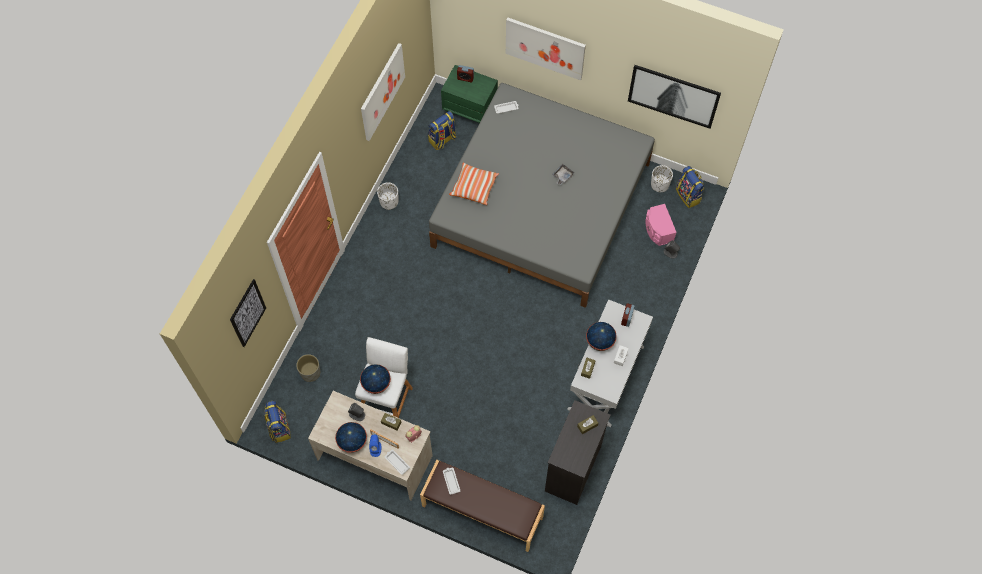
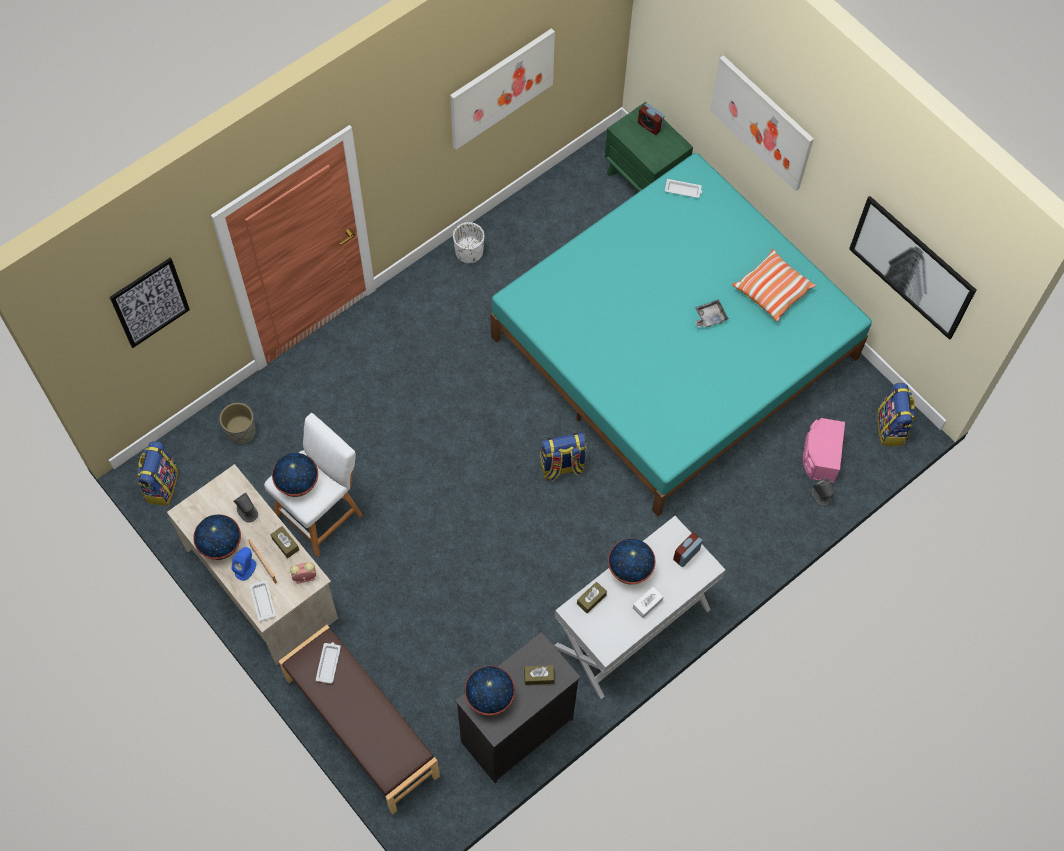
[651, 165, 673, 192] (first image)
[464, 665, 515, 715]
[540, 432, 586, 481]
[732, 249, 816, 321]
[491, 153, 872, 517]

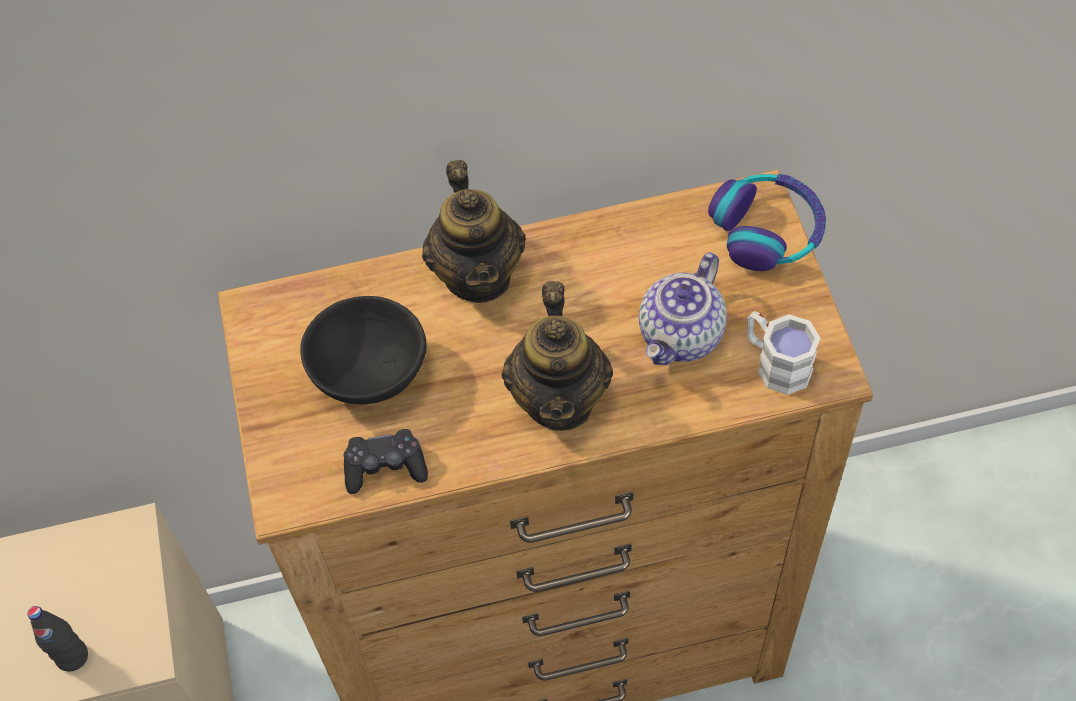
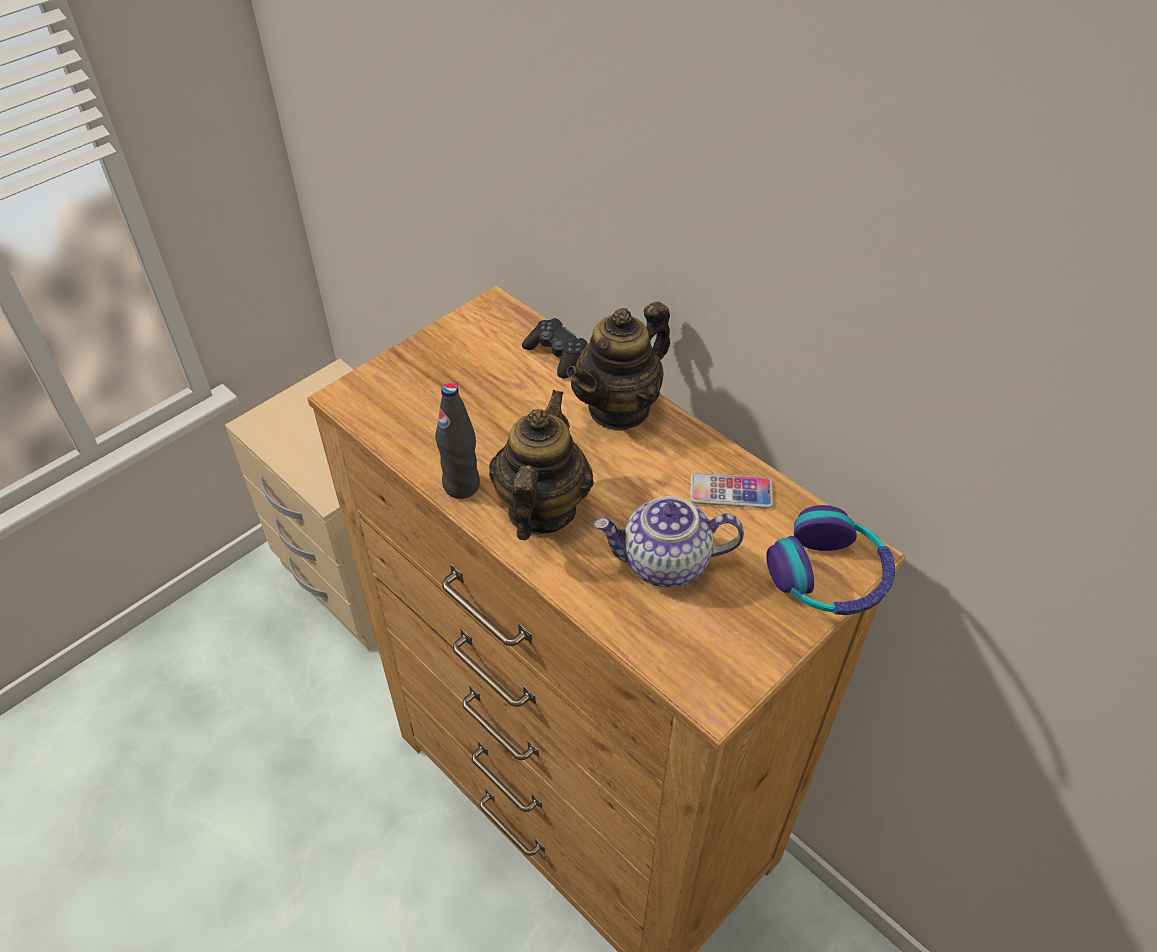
[300, 296, 427, 404] (first image)
[747, 311, 820, 395] (first image)
[690, 473, 773, 508]
[435, 383, 480, 499]
[522, 318, 588, 379]
[489, 390, 594, 540]

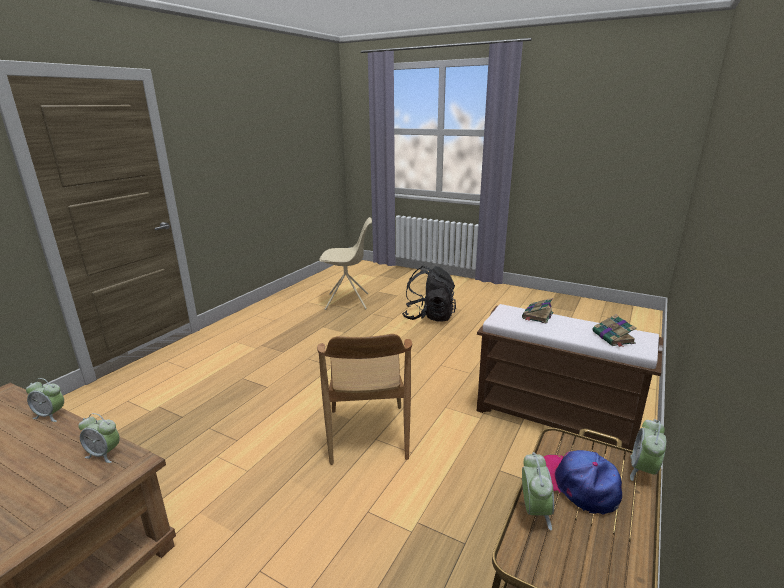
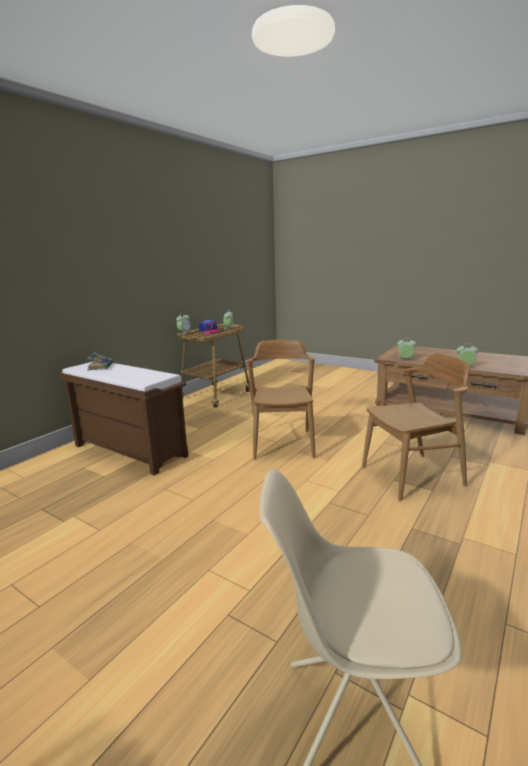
[402, 266, 456, 322] (first image)
[522, 298, 553, 324] (first image)
[362, 353, 470, 501]

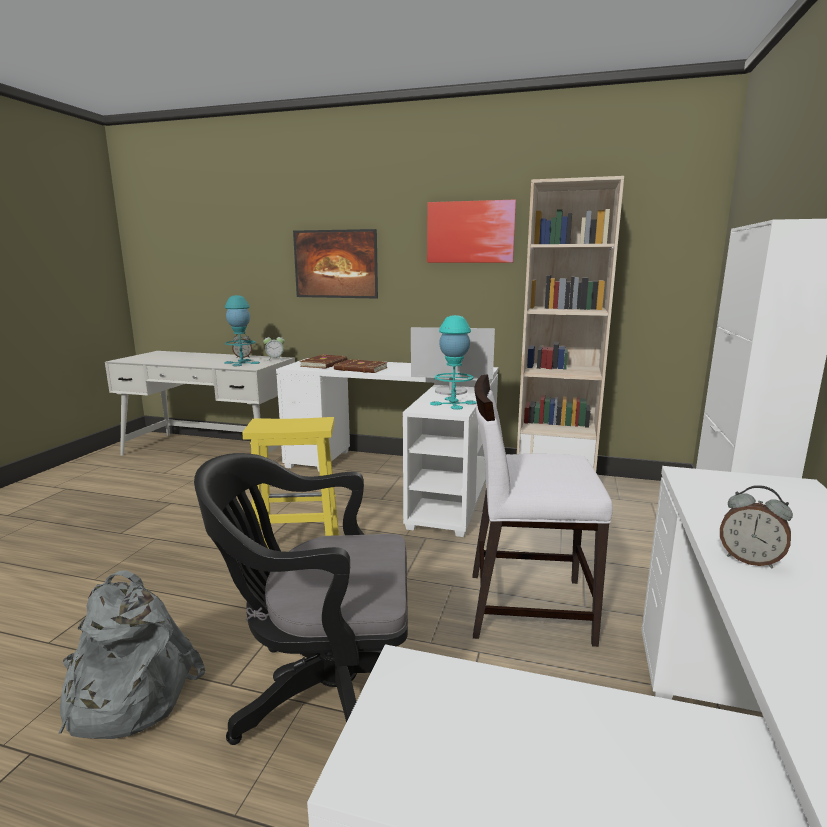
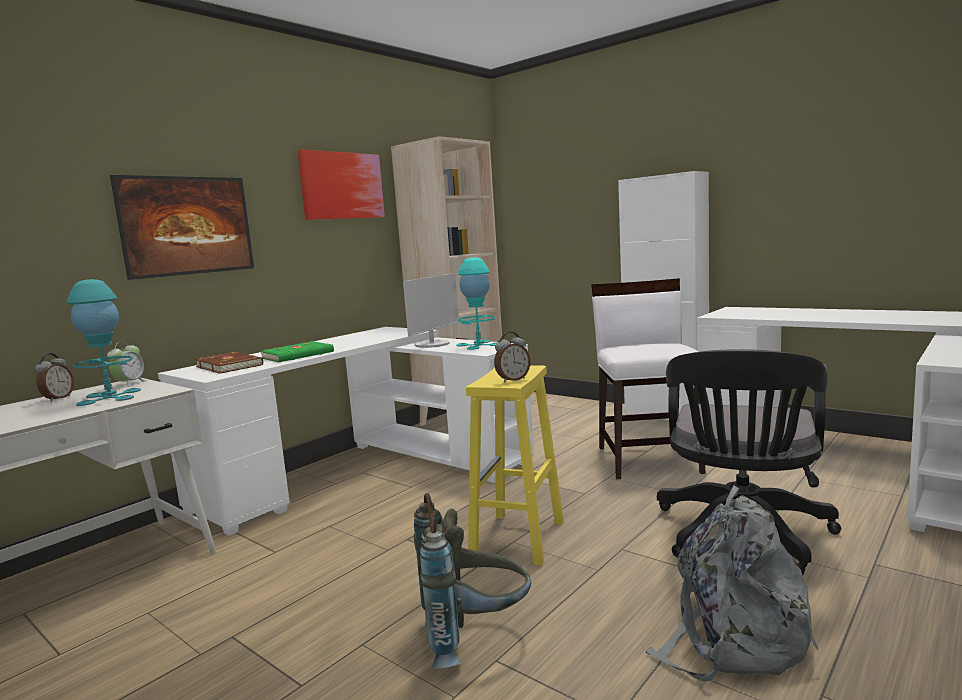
[414, 493, 531, 669]
[494, 332, 531, 382]
[260, 341, 334, 362]
[591, 278, 705, 479]

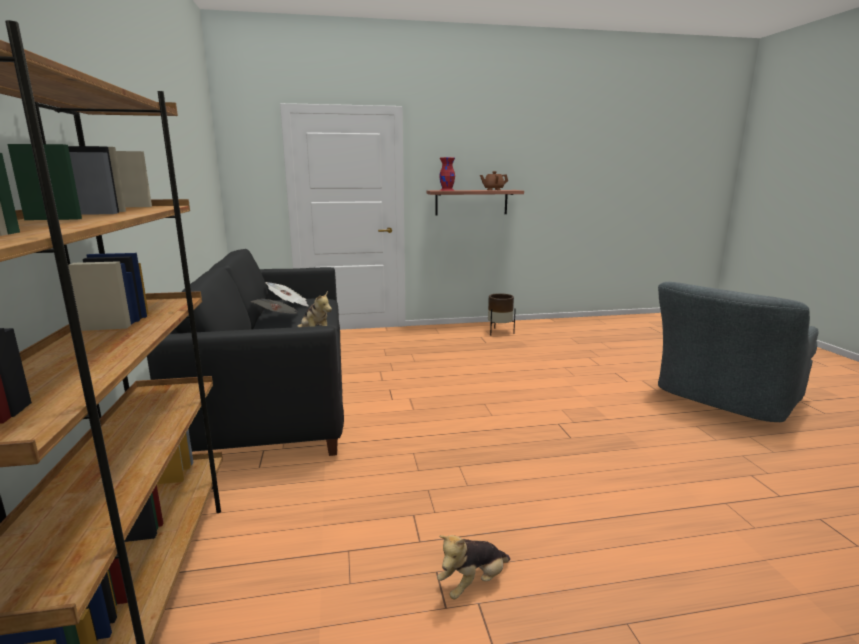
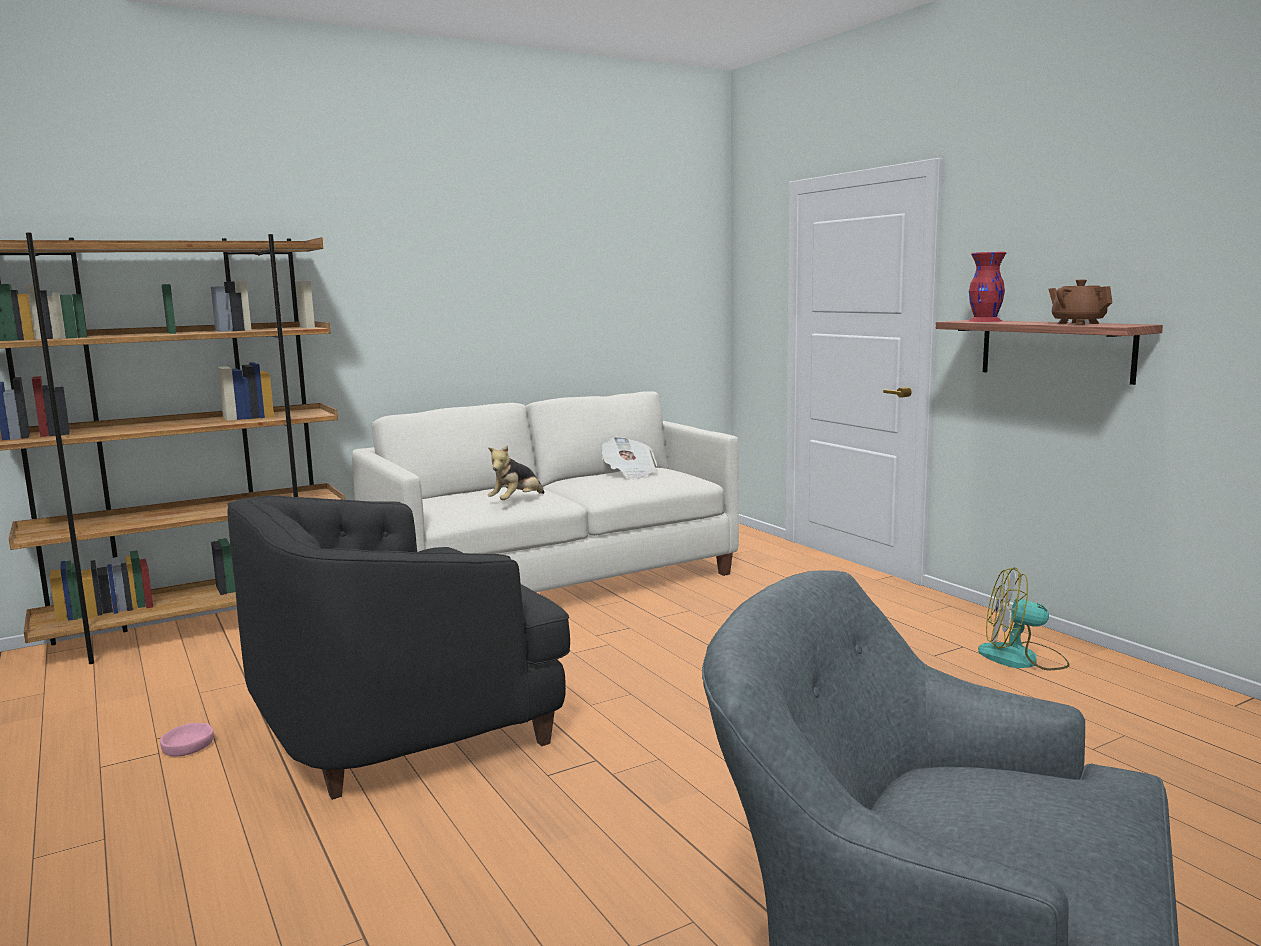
[251, 299, 296, 314] (first image)
[227, 496, 570, 800]
[160, 723, 214, 756]
[978, 567, 1070, 671]
[352, 391, 739, 592]

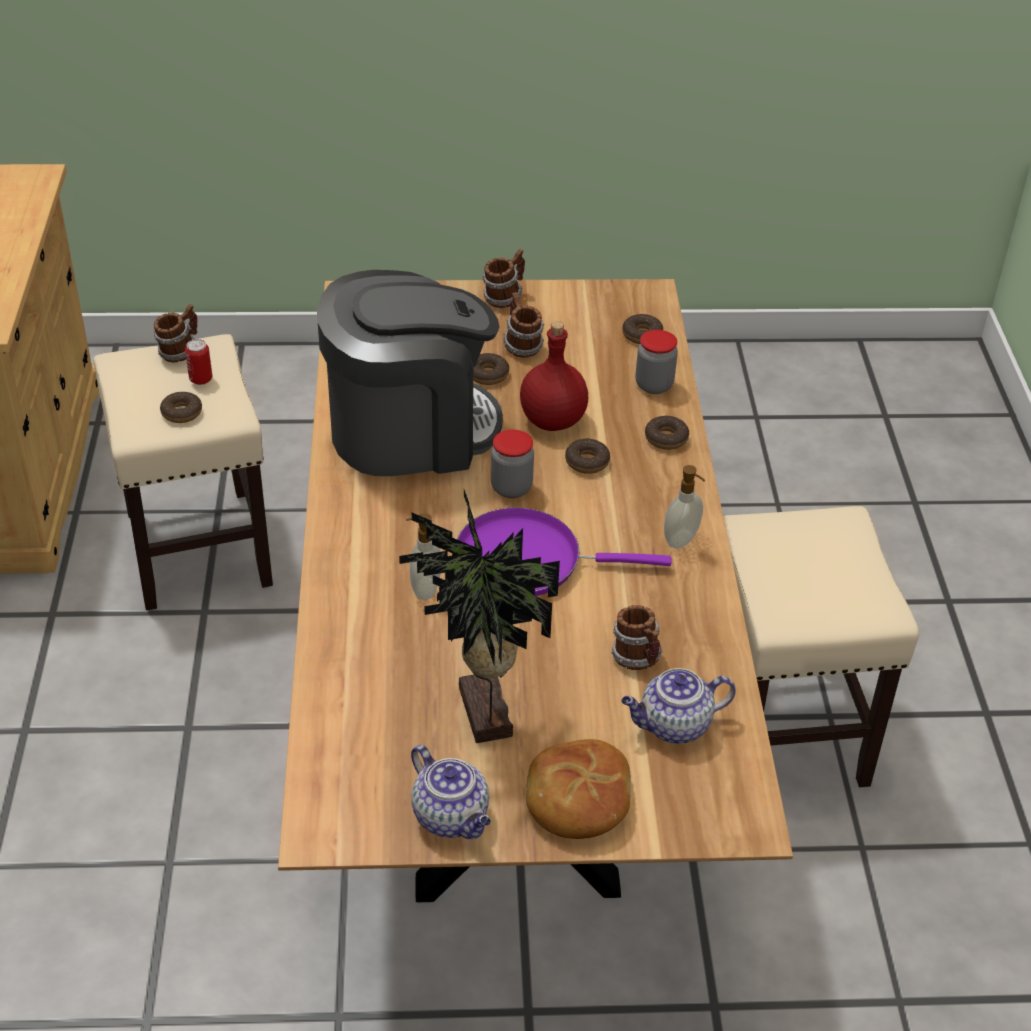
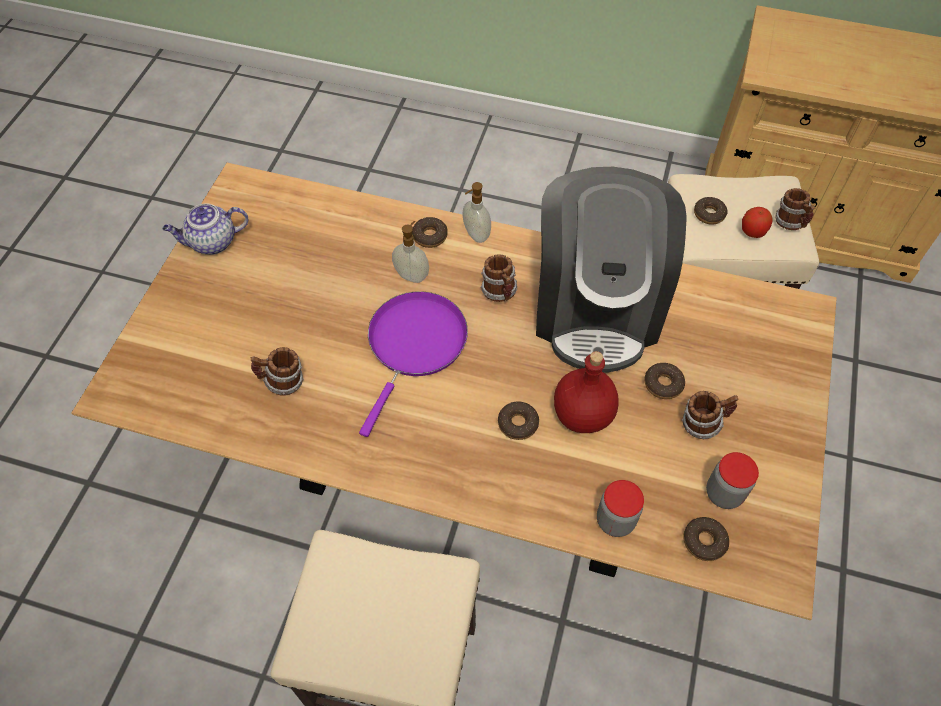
[399, 490, 560, 743] (first image)
[526, 739, 631, 839] (first image)
[621, 668, 736, 744] (first image)
[481, 254, 517, 302]
[706, 452, 759, 509]
[412, 217, 448, 248]
[463, 182, 491, 243]
[742, 207, 773, 238]

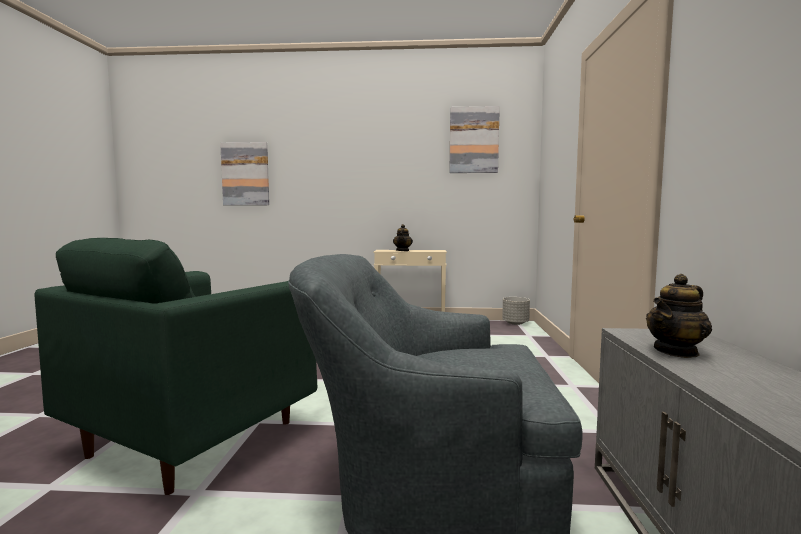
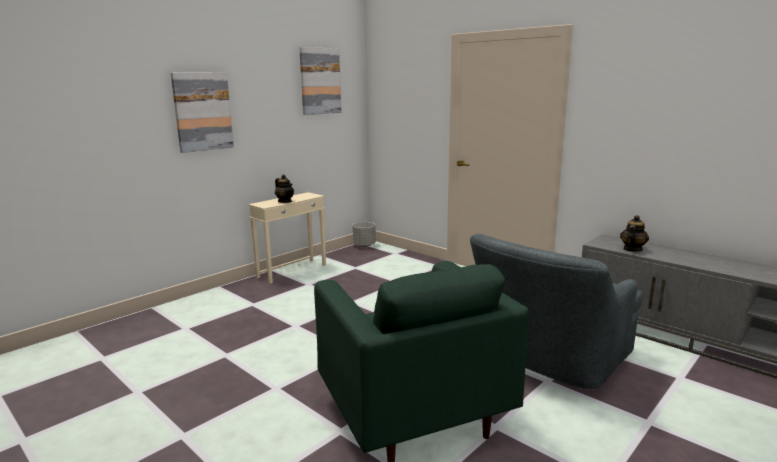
[171, 72, 234, 153]
[620, 215, 649, 252]

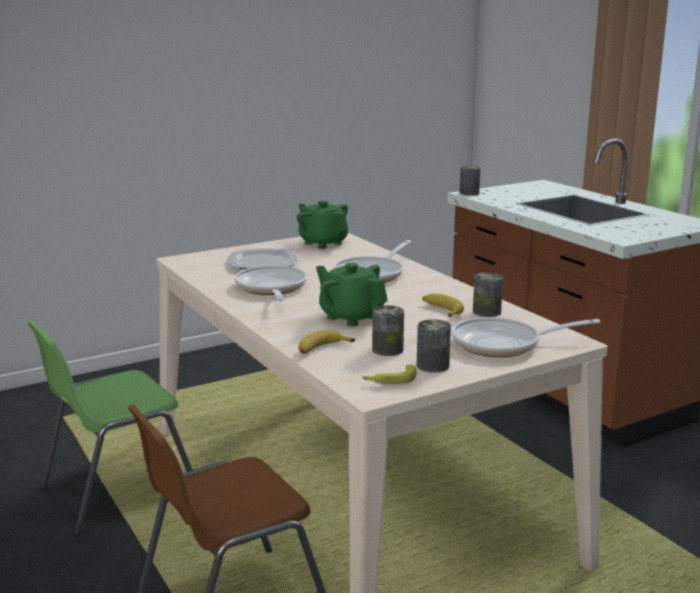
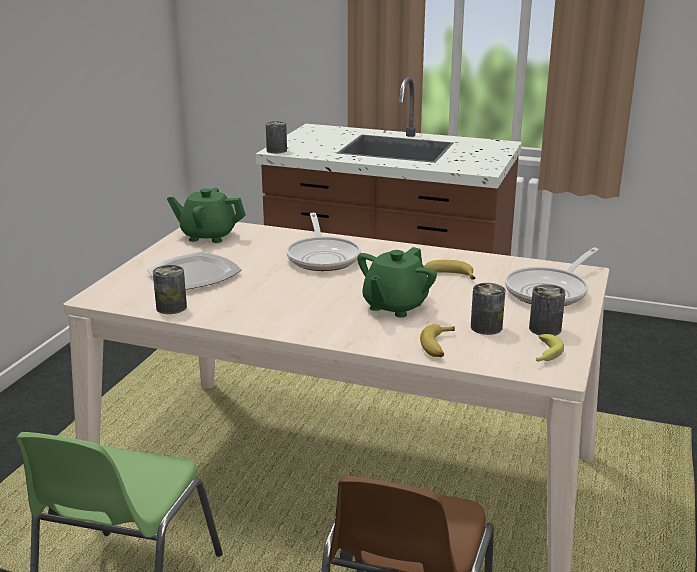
[235, 265, 307, 301] (first image)
[153, 265, 187, 314]
[357, 247, 437, 318]

